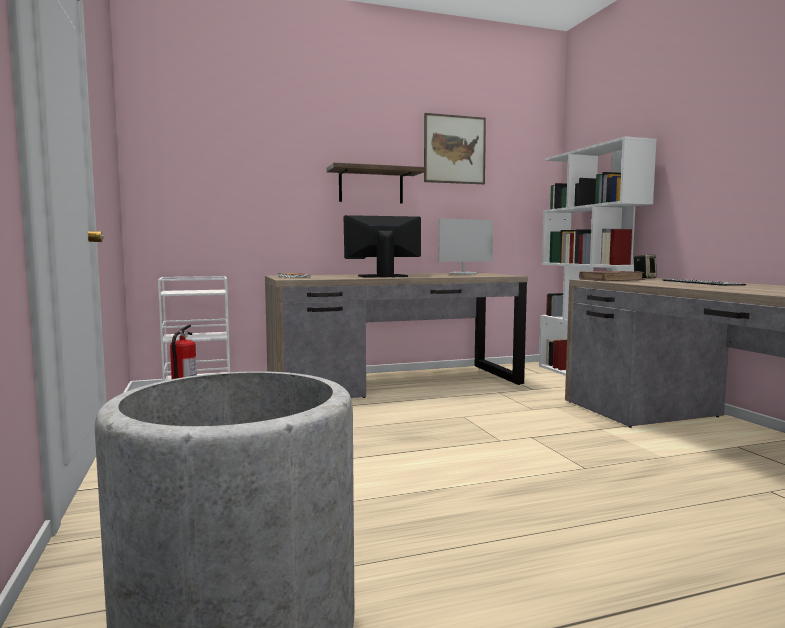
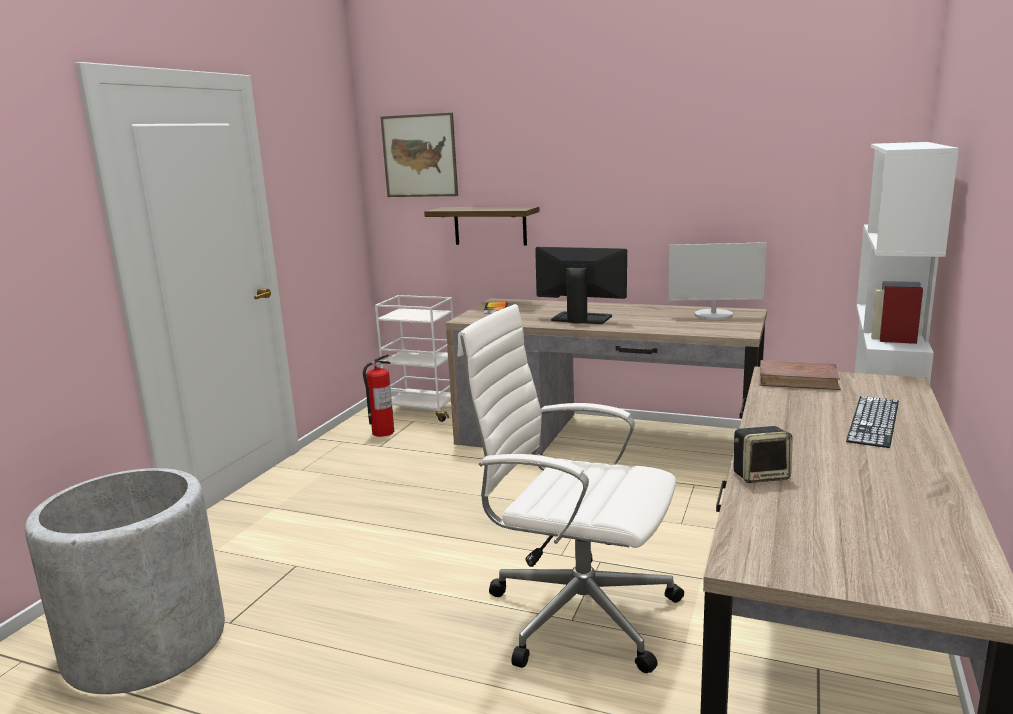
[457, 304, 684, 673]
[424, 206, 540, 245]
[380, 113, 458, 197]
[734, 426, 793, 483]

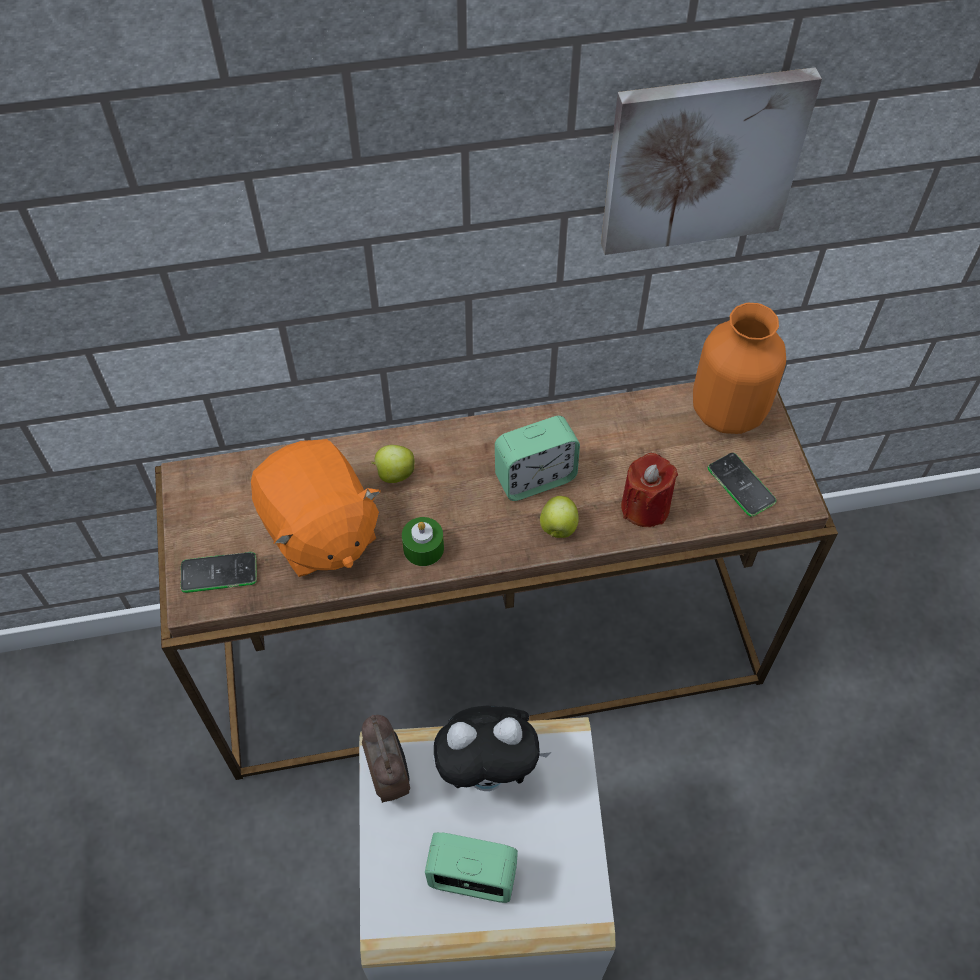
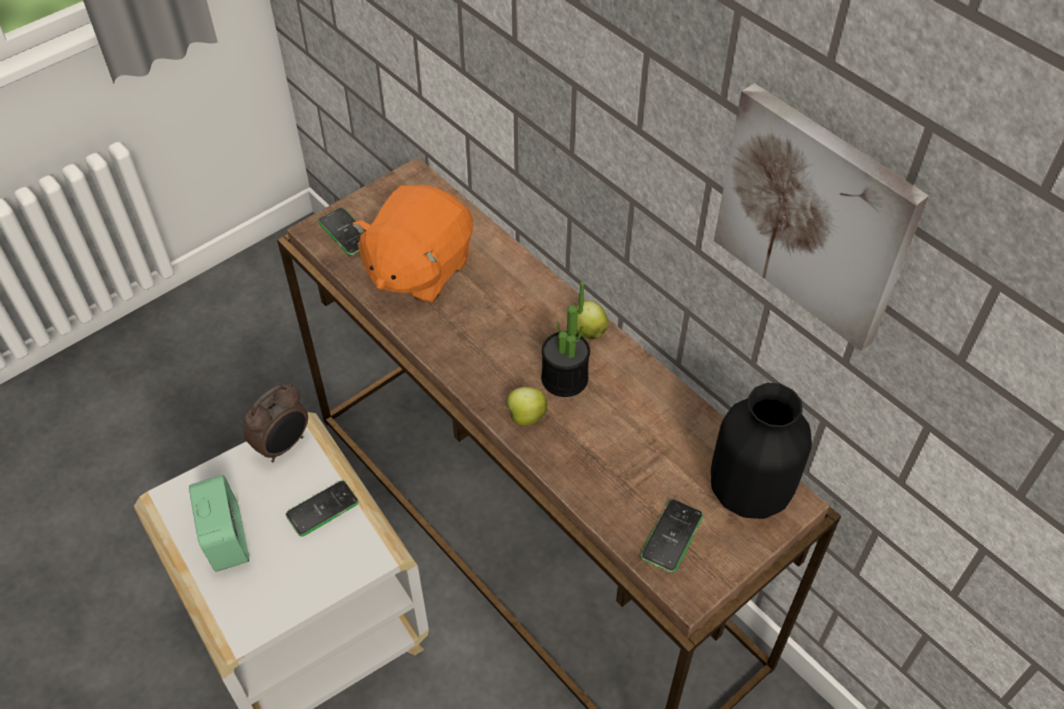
[402, 517, 444, 566] (first image)
[621, 453, 678, 527] (first image)
[577, 301, 609, 339]
[286, 480, 359, 536]
[541, 282, 590, 397]
[711, 383, 812, 519]

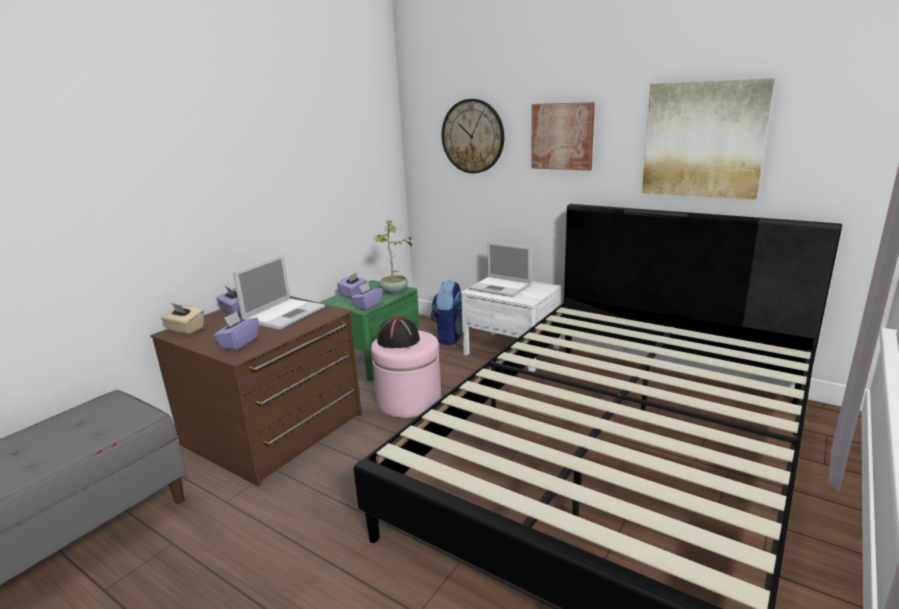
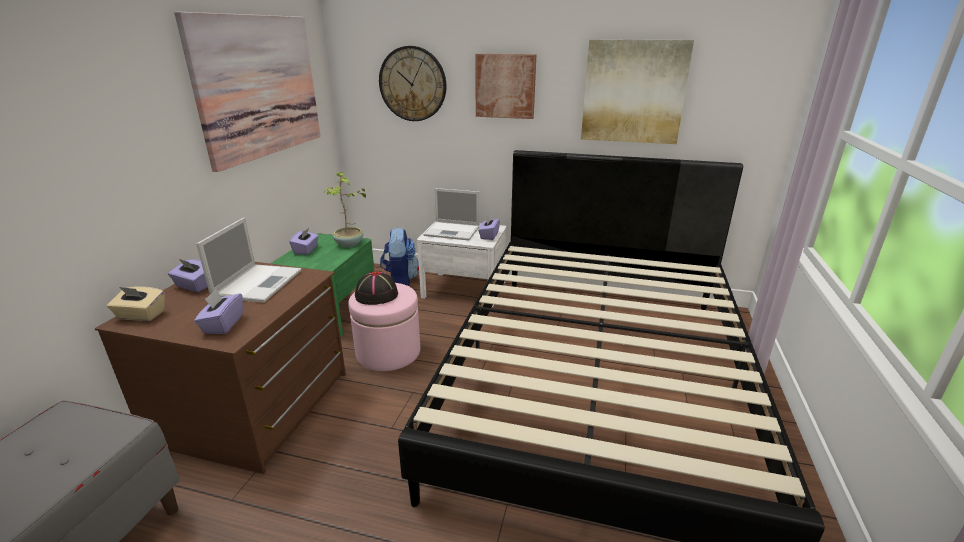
[174, 12, 321, 172]
[478, 214, 500, 240]

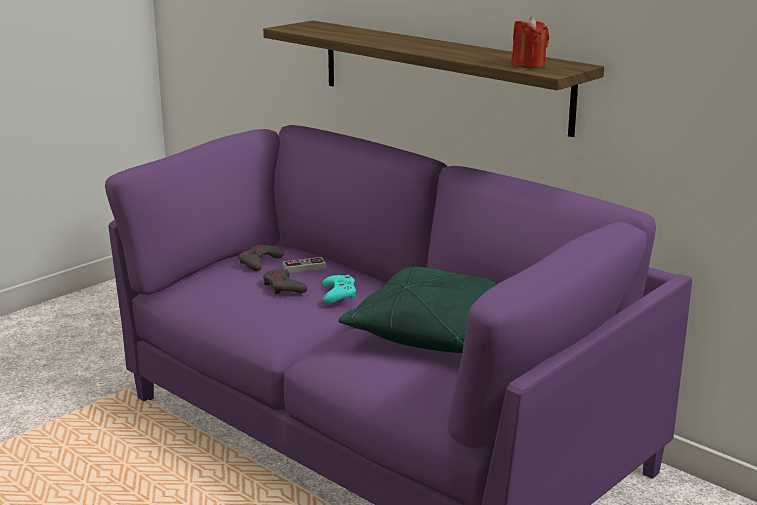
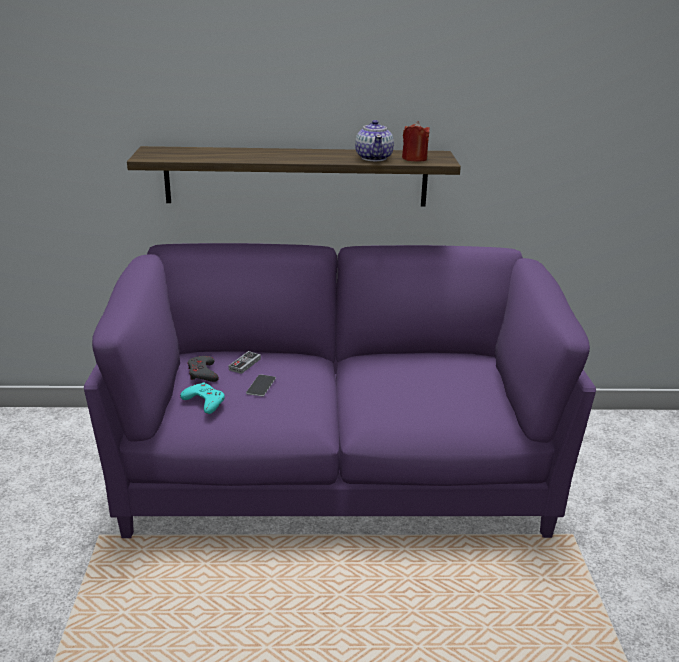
[338, 266, 499, 353] (first image)
[355, 120, 394, 161]
[180, 383, 225, 414]
[246, 374, 276, 396]

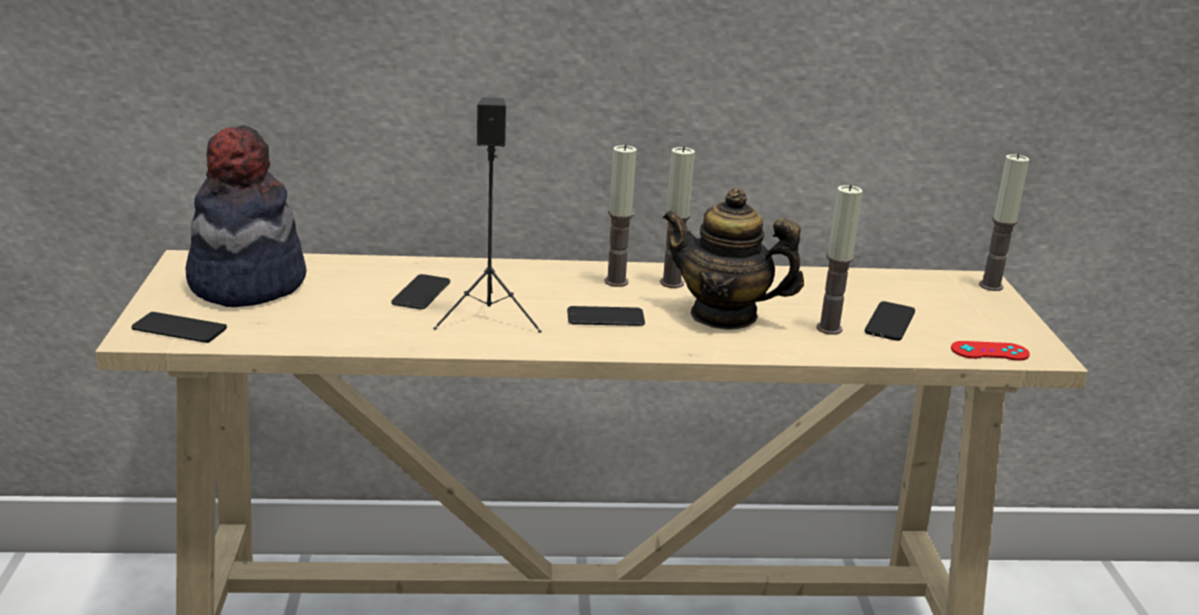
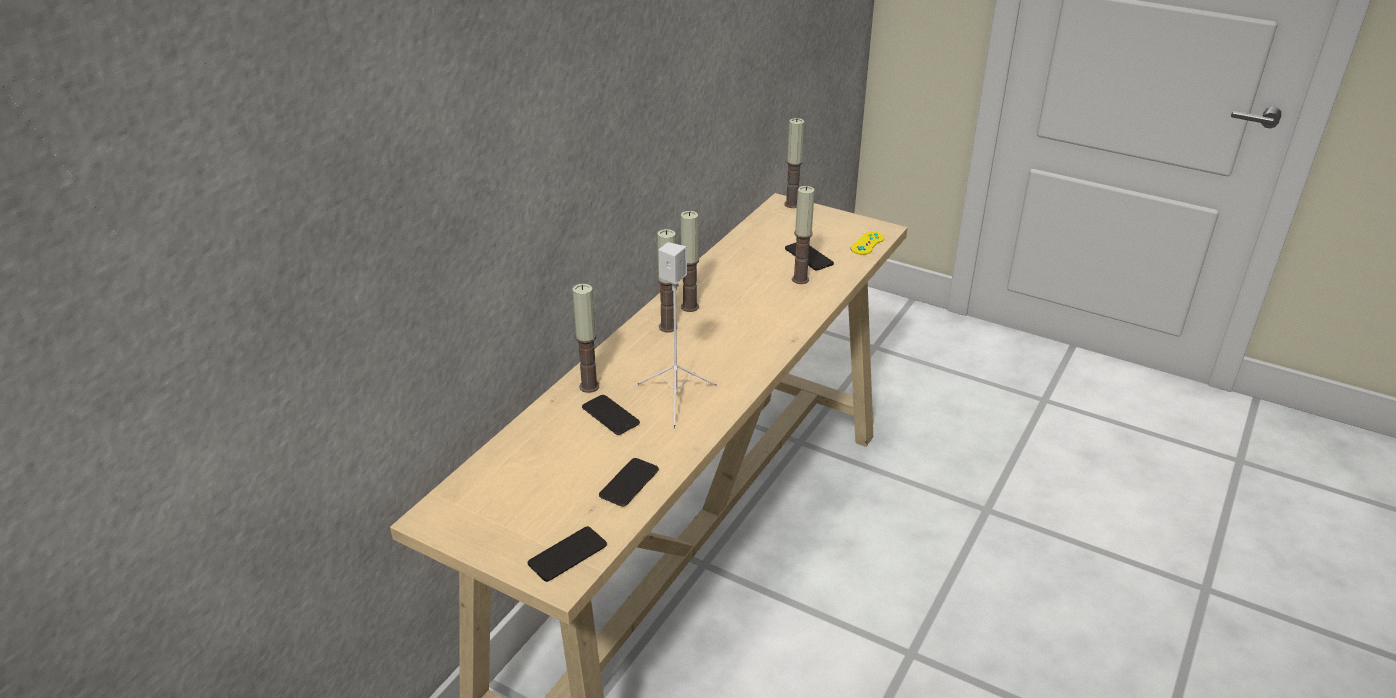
[185, 125, 307, 307] (first image)
[662, 188, 804, 330] (first image)
[572, 284, 599, 393]
[599, 458, 659, 507]
[636, 242, 718, 429]
[851, 232, 884, 255]

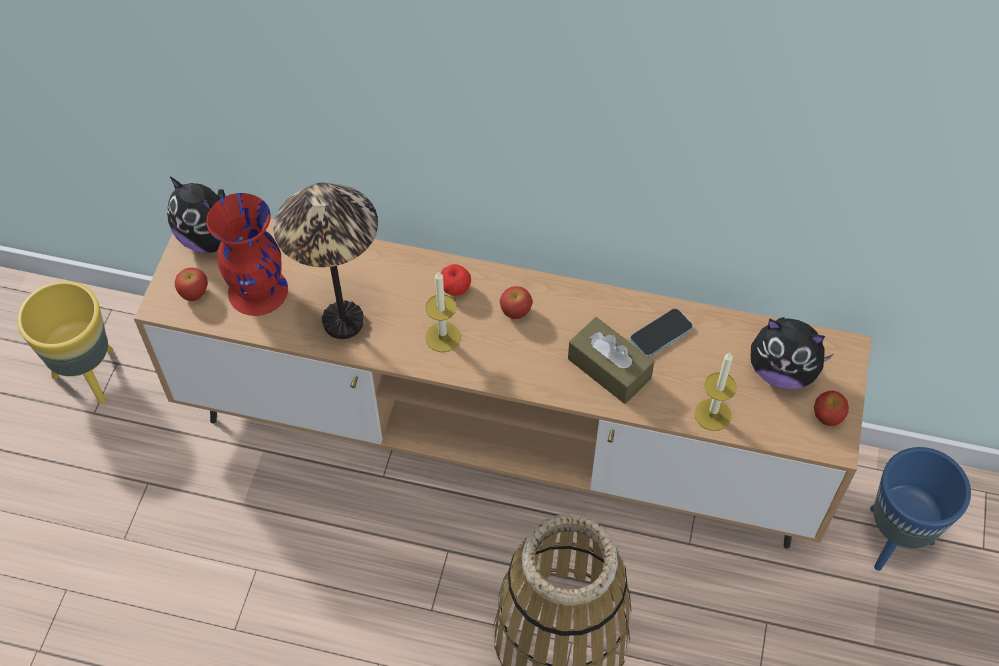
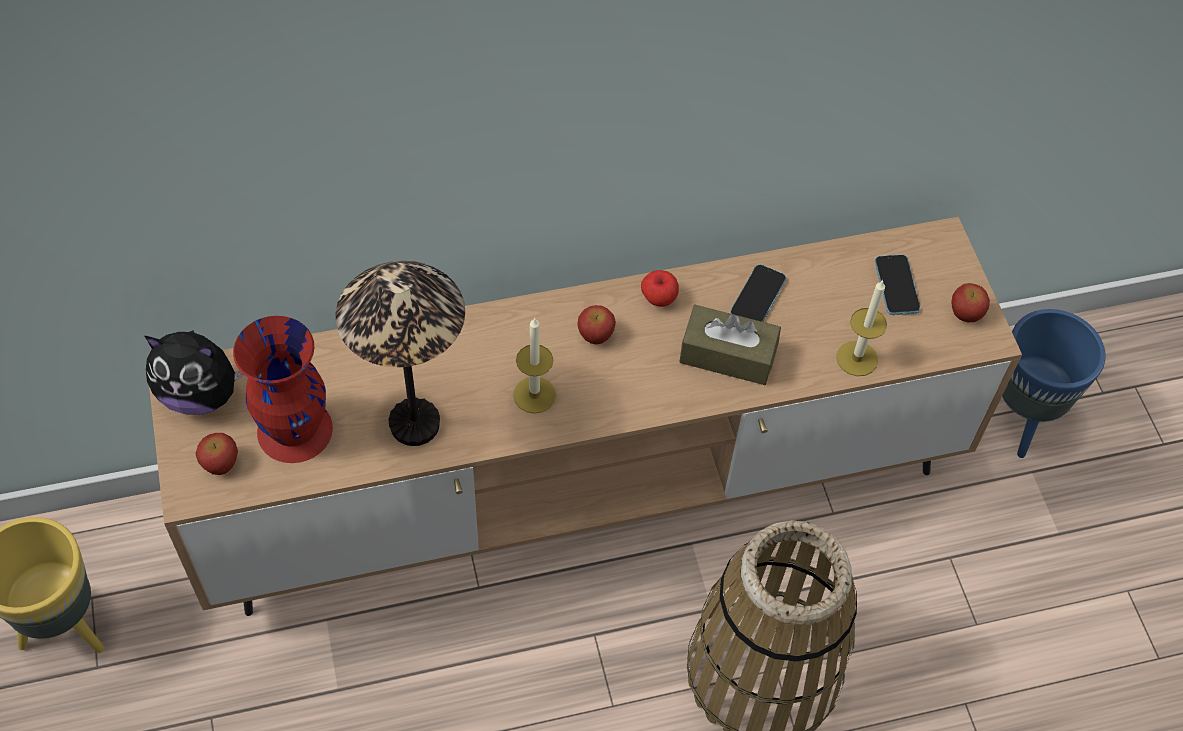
[641, 270, 679, 307]
[875, 254, 921, 315]

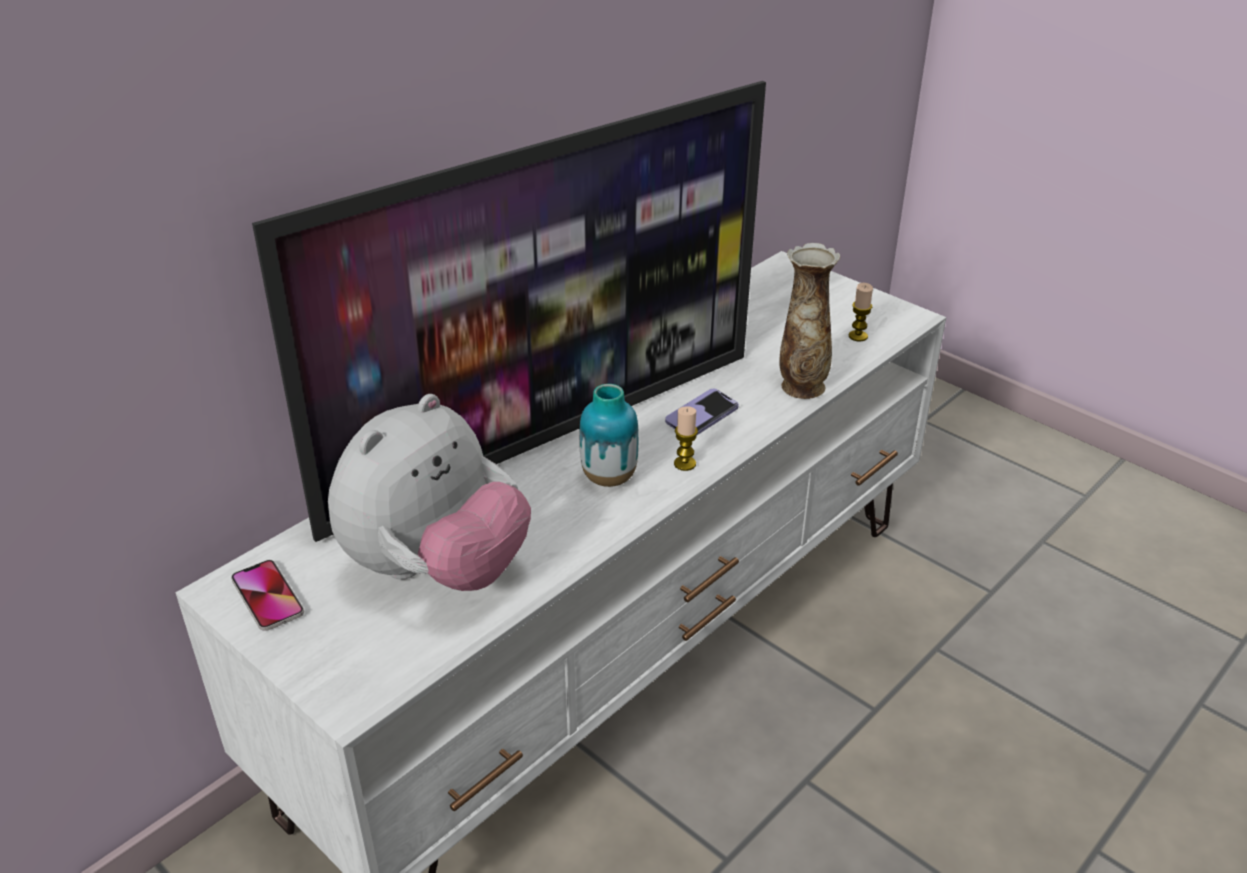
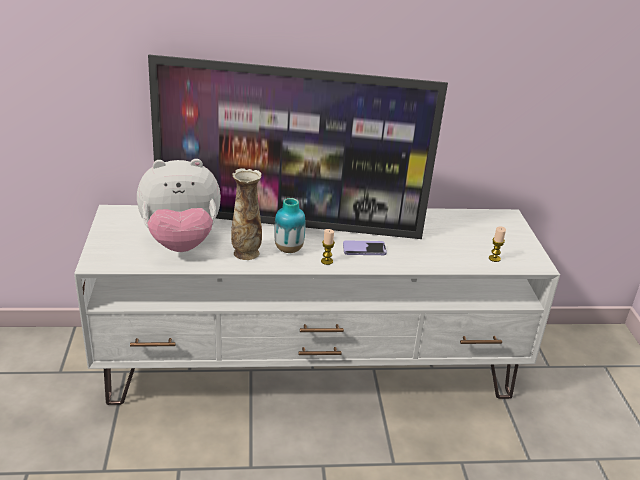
[231, 560, 304, 631] (first image)
[231, 168, 262, 260]

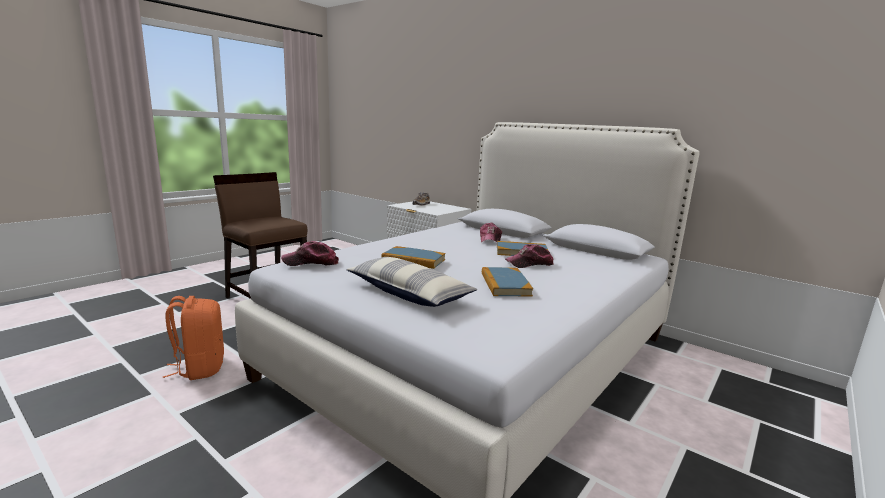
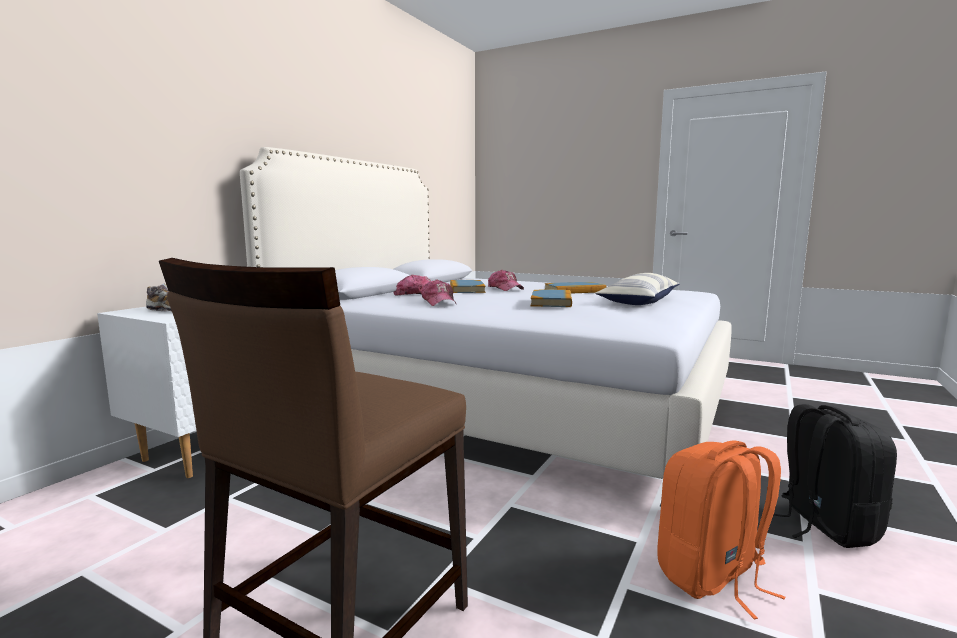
[774, 404, 897, 548]
[421, 279, 456, 306]

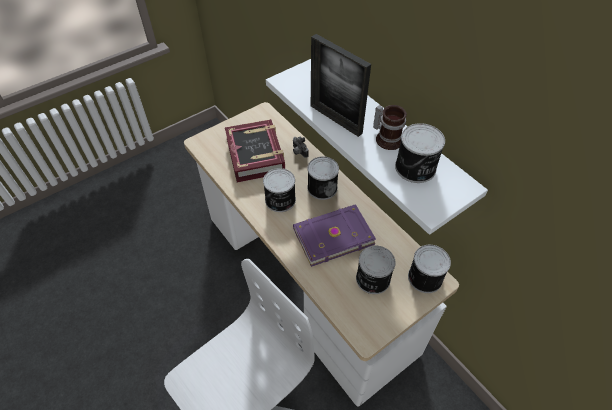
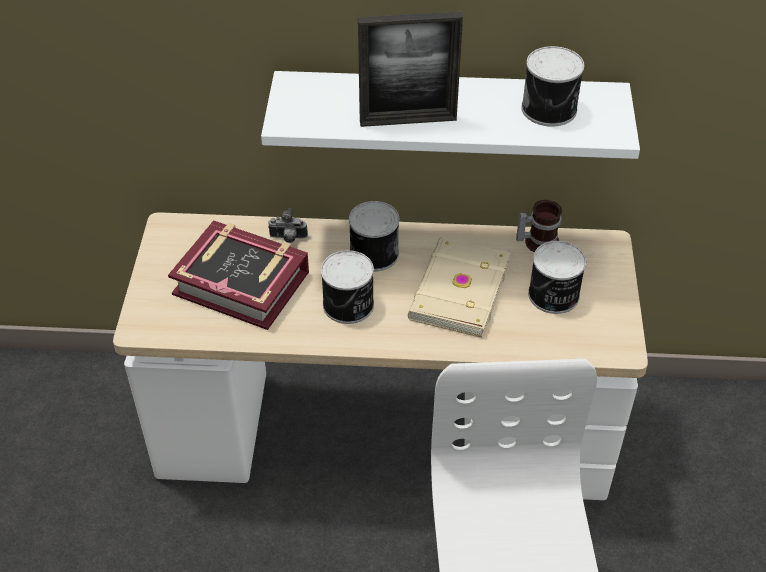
[408, 245, 451, 293] (first image)
[516, 200, 562, 252]
[408, 237, 510, 338]

